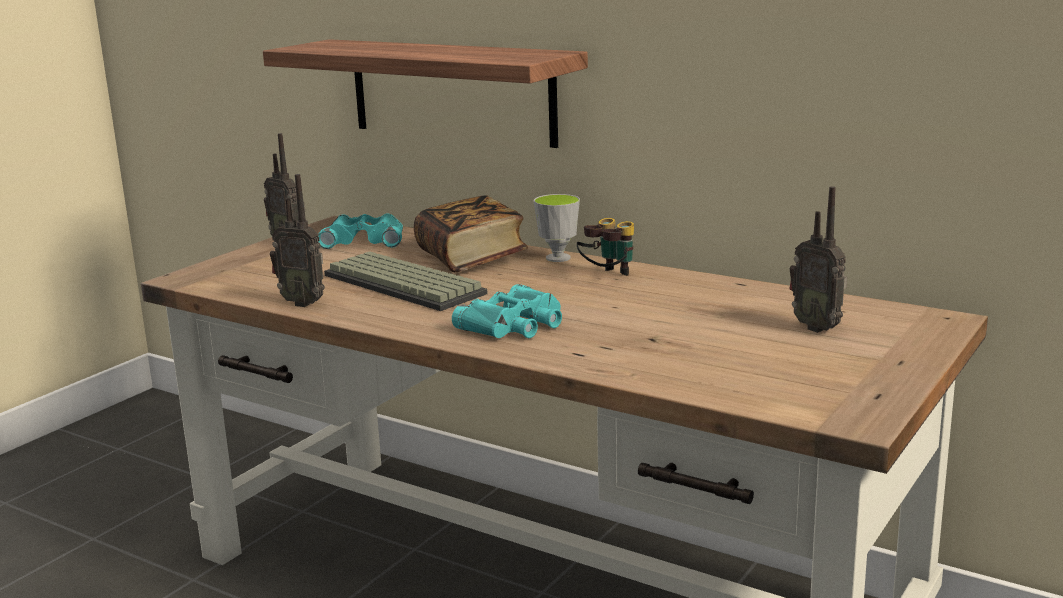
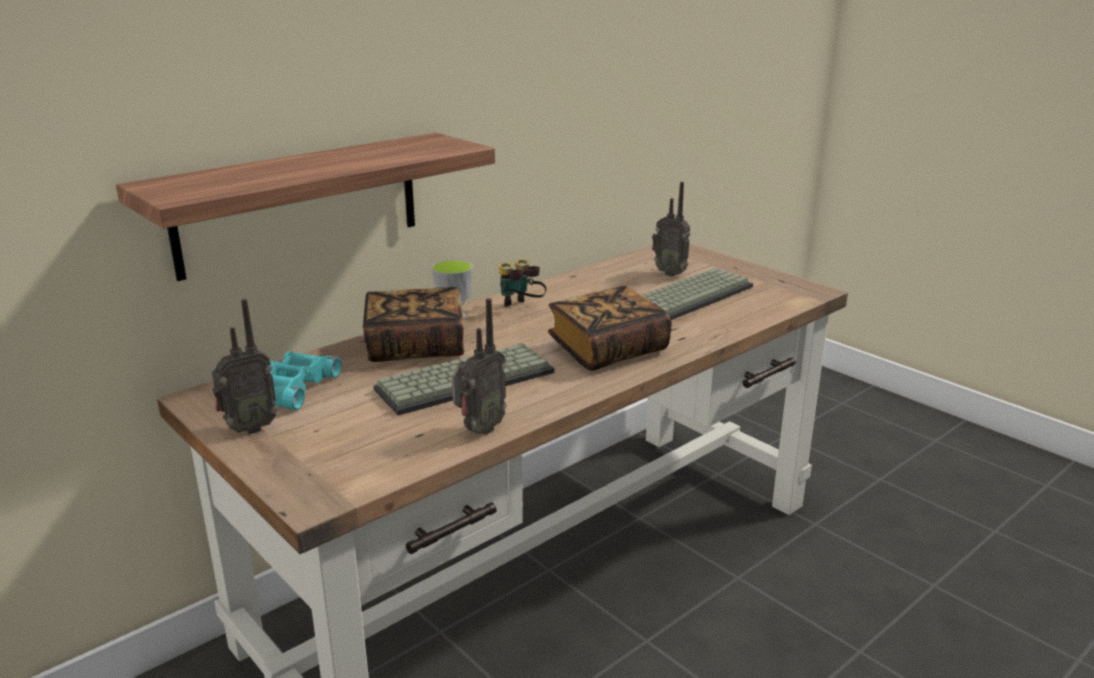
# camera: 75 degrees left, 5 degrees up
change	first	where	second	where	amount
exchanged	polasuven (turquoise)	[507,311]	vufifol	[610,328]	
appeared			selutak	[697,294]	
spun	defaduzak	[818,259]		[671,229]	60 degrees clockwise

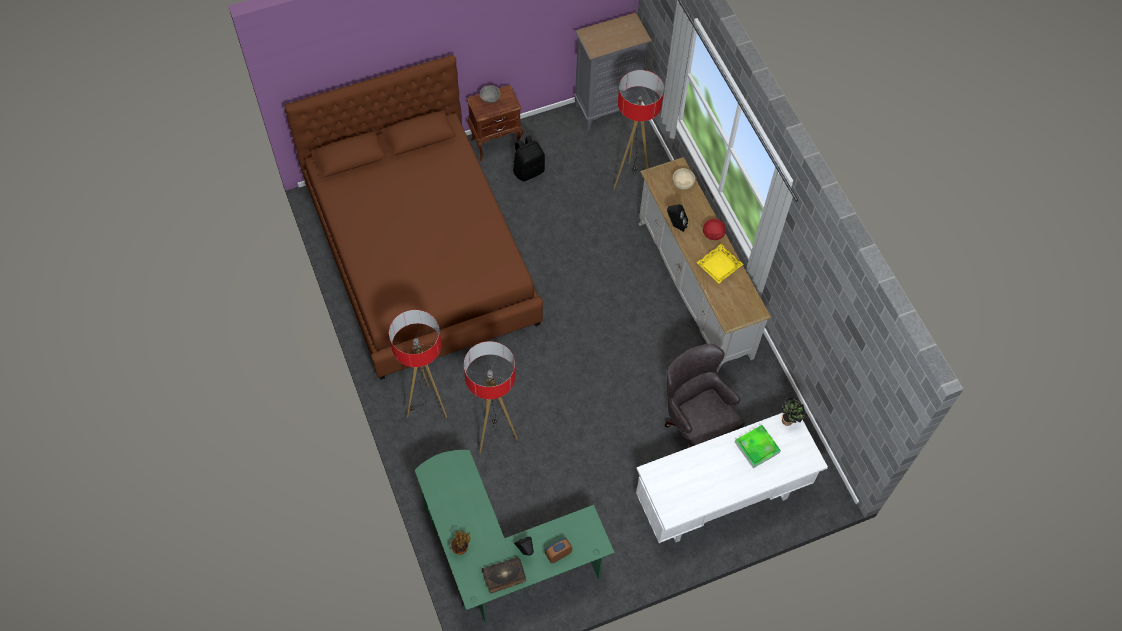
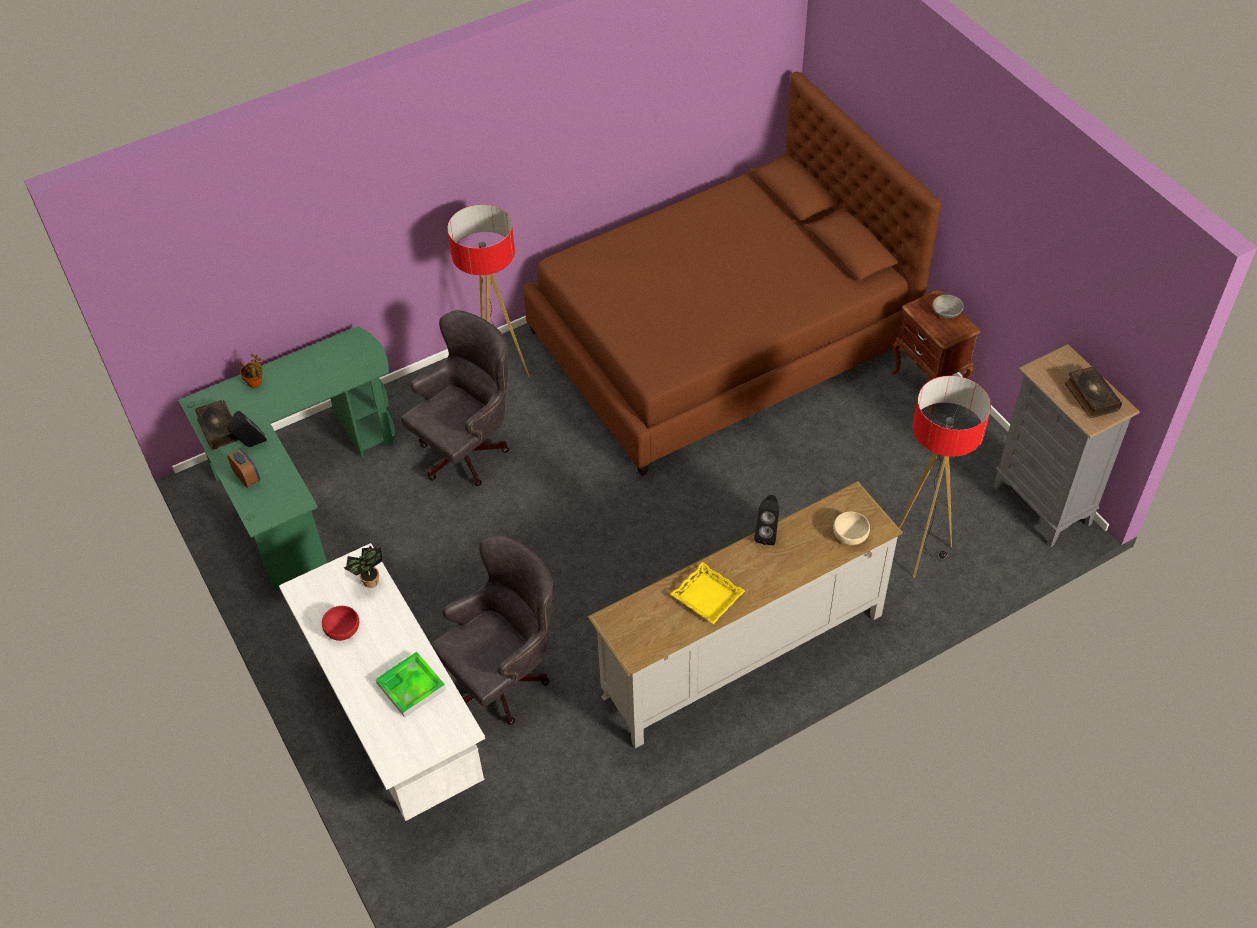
# camera: 85 degrees right, 10 degrees down
change	first	where	second	where	amount
relocated	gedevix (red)	[714,229]		[340,623]	
relocated	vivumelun	[794,412]		[363,567]	
exchanged	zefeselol	[491,397]	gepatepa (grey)	[455,398]	
appeared			vufifol	[1093,392]	
missing	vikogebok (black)	[529,158]			

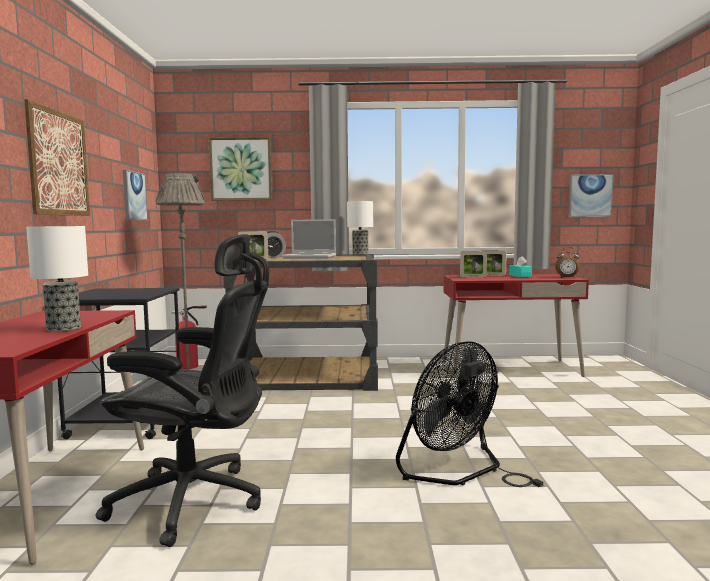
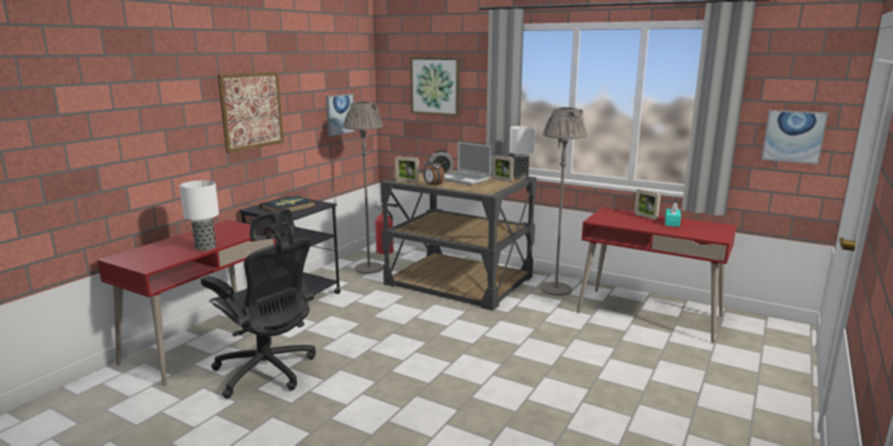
# camera: 30 degrees right, 10 degrees up
change	first	where	second	where	amount
appeared			vufifol	[288,204]	
relocated	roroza	[567,262]		[433,172]	
relocated	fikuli	[473,264]		[503,168]	
appeared			zefeselol (grey)	[563,201]	
missing	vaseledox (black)	[470,414]			

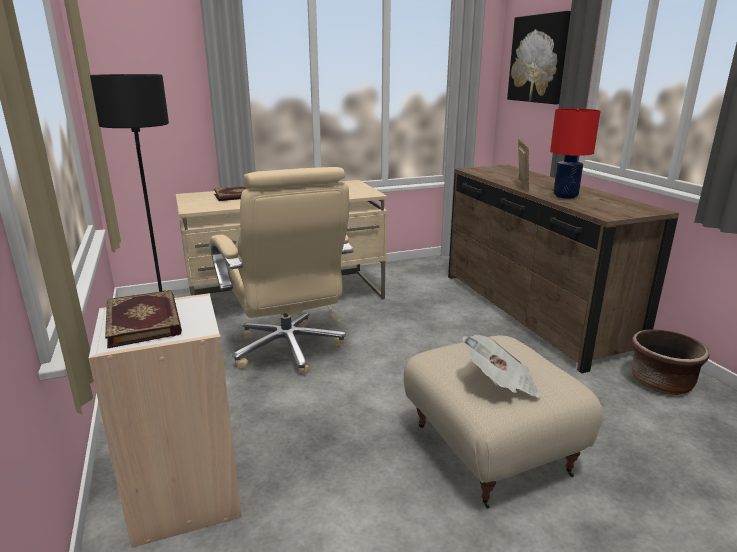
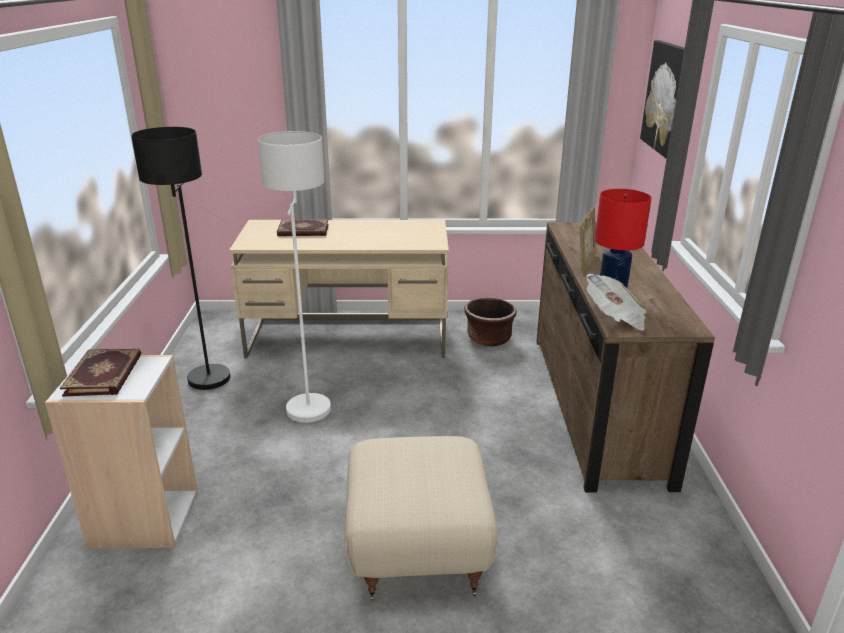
# camera: 20 degrees right, 5 degrees up
change	first	where	second	where	amount
exchanged	gepatepa (beige)	[281,270]	zefeselol (white)	[294,277]	
relocated	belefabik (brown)	[670,362]		[490,322]	
relocated	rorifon	[501,366]		[616,302]	

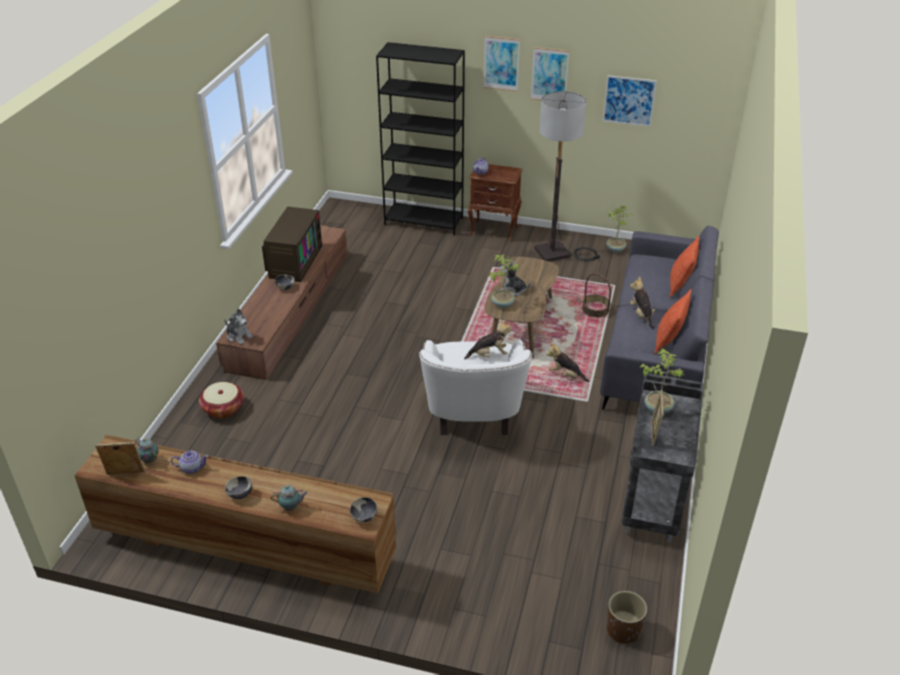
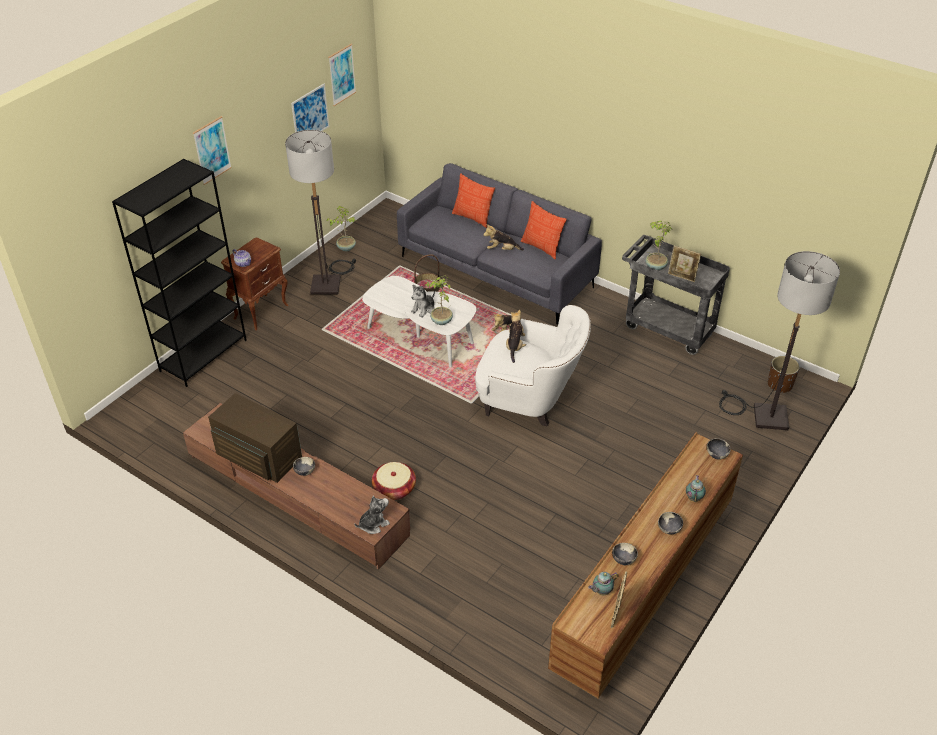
# camera: 70 degrees left, 5 degrees up
change	first	where	second	where	amount
relocated	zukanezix	[550,73]		[342,75]	
colour	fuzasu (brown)	[522,307]	fuzasu (white)	[419,322]	
relocated	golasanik	[221,400]		[394,481]	
exchanged	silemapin	[189,462]	gedevix	[625,554]	
appeared			zefeselol	[779,340]	

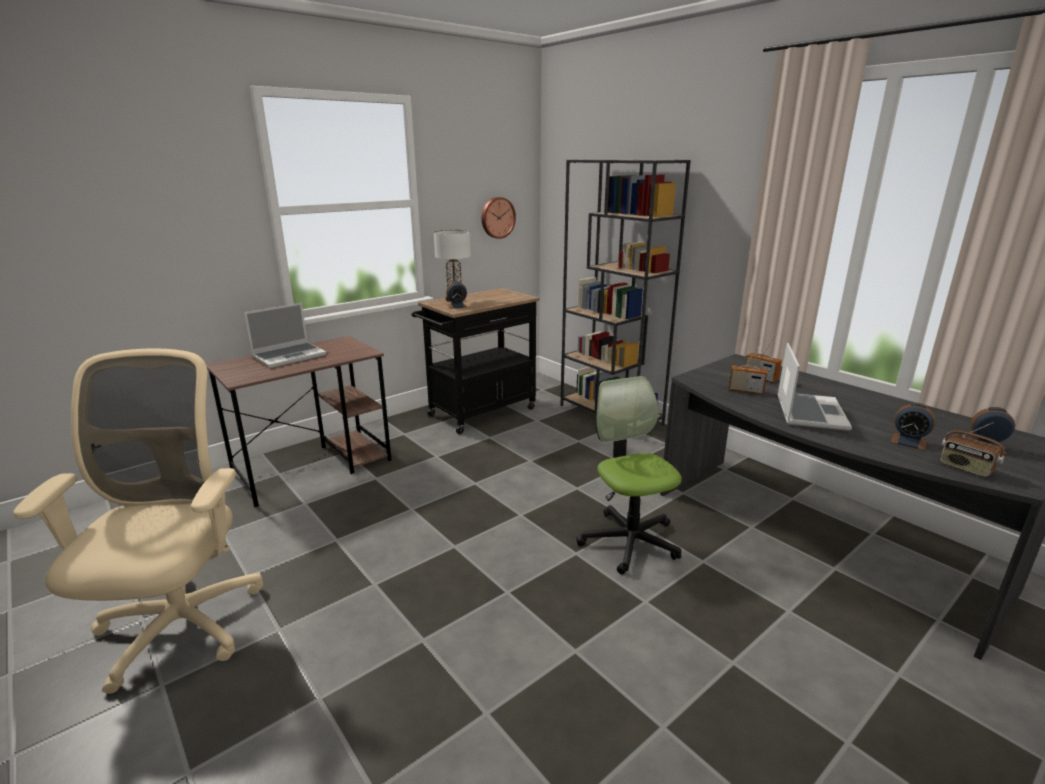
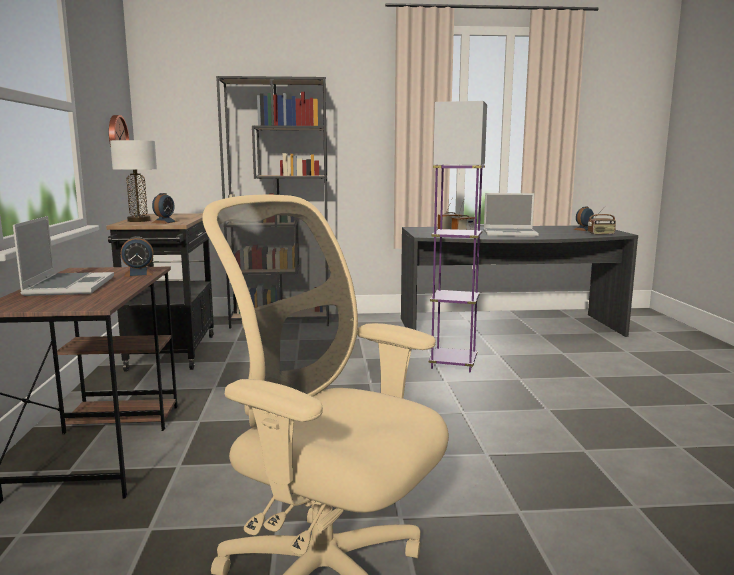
# camera: 55 degrees left, 10 degrees down
change	first	where	second	where	amount
relocated	roroza	[913,426]		[137,256]	
exchanged	gepatepa	[629,475]	zefeselol (purple)	[458,236]	
spun	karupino	[814,387]		[511,215]	135 degrees clockwise

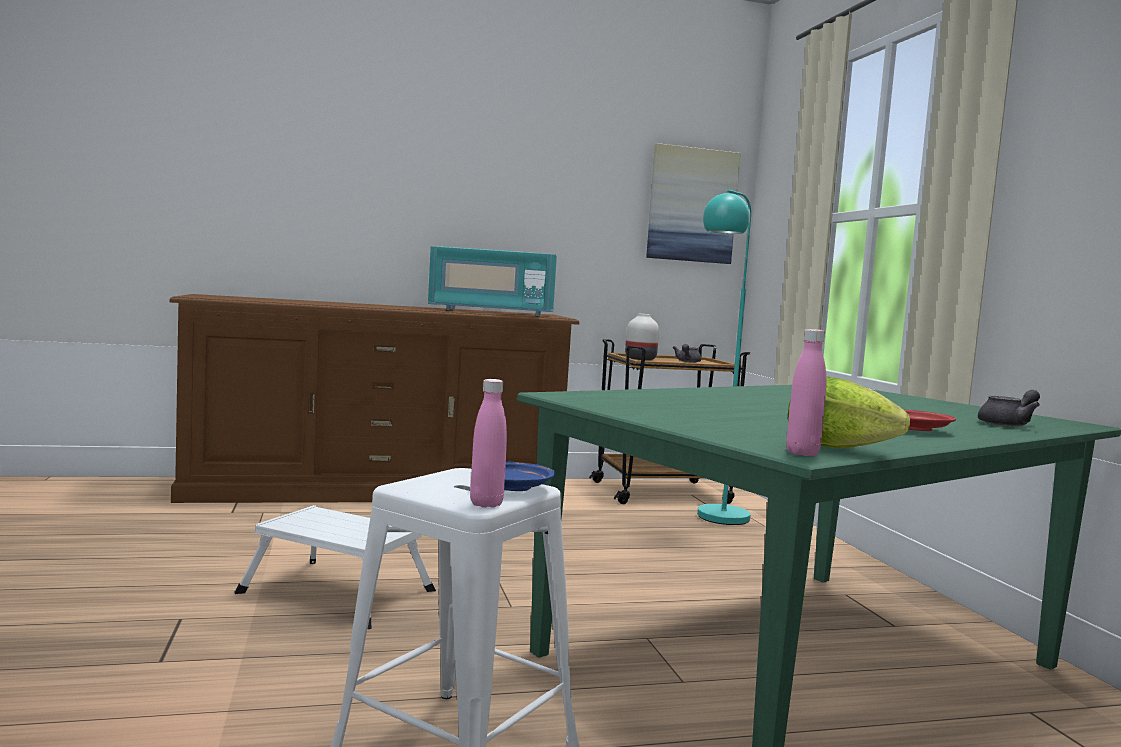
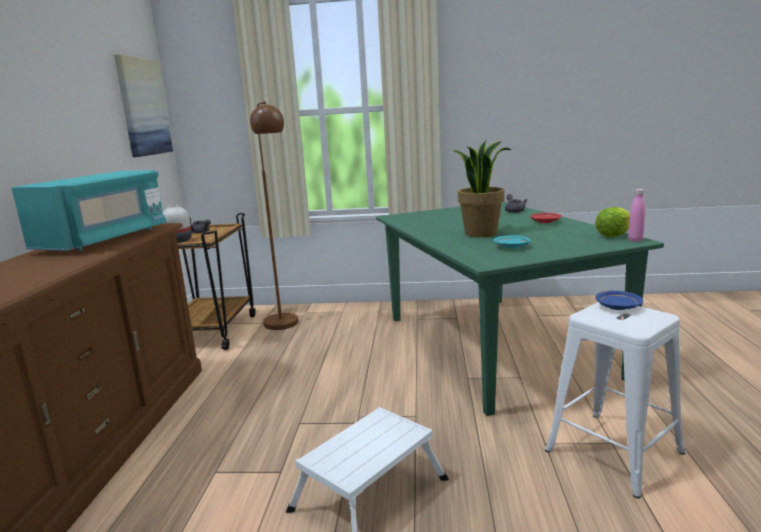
# camera: 70 degrees left, 10 degrees up
change	first	where	second	where	amount
colour	zefeselol (turquoise)	[724,357]	zefeselol (brown)	[274,216]	
appeared			vivumelun	[482,189]	
appeared			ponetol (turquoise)	[511,242]	
missing	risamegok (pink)	[488,443]			

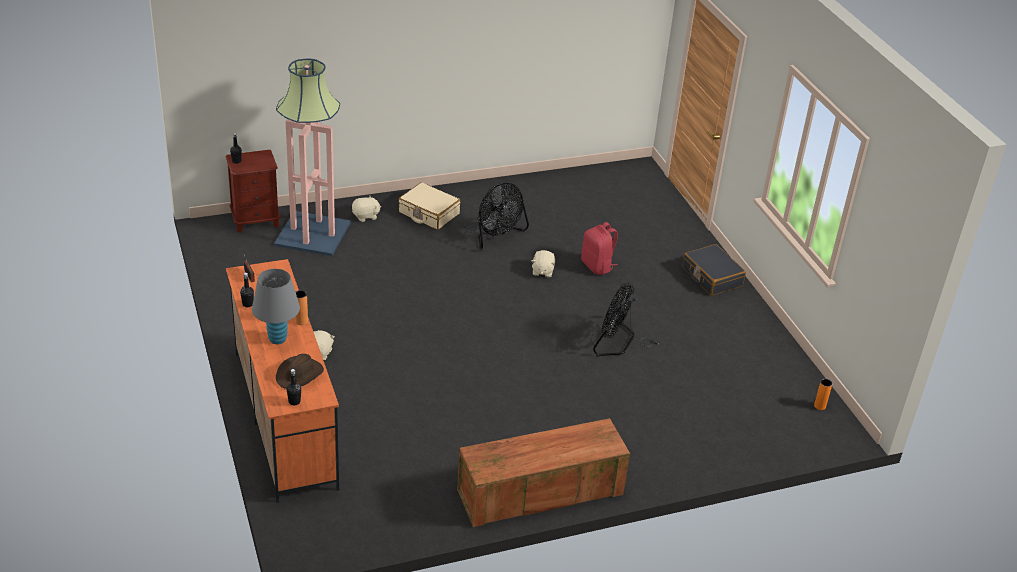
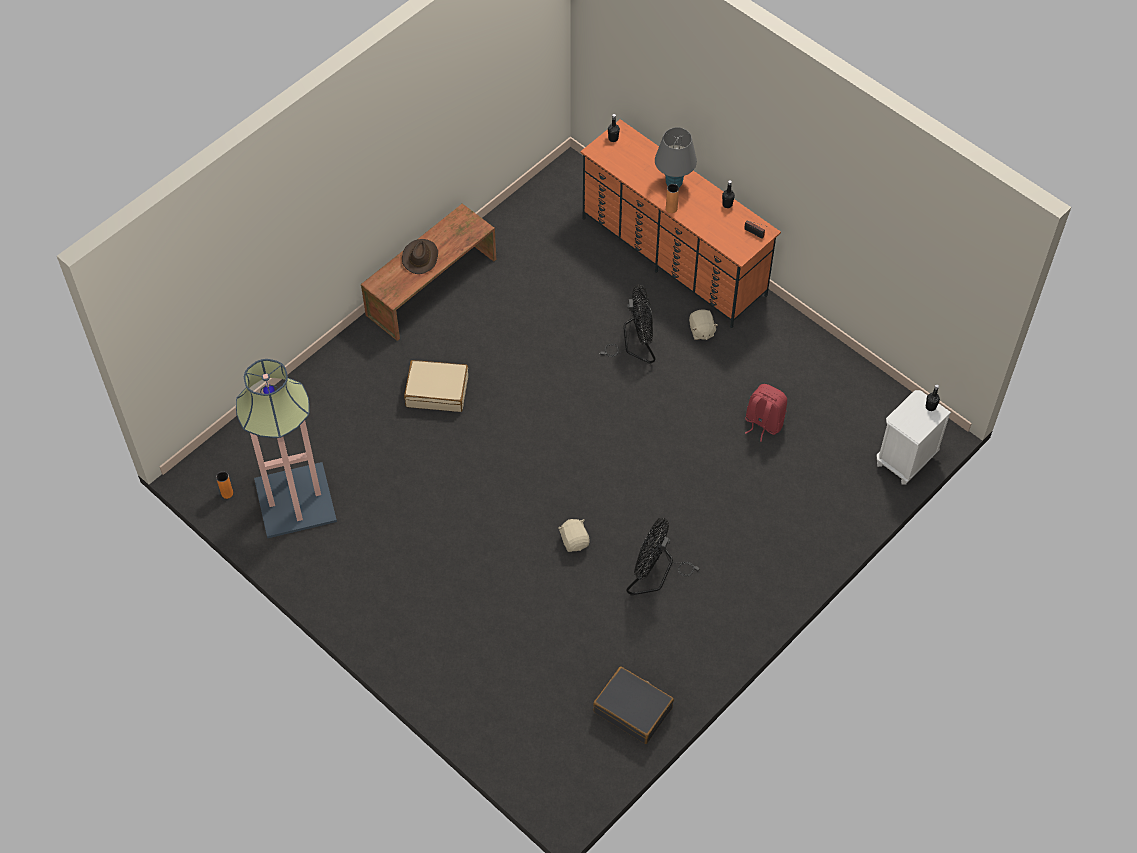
# camera: 155 degrees right, 20 degrees up
change	first	where	second	where	amount
relocated	zefeselol	[312,157]		[286,448]	
relocated	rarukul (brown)	[300,371]		[420,256]	
relocated	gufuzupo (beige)	[429,206]		[436,386]	
relocated	gufuzupo (black)	[714,270]		[633,705]	
relocated	vaseledox (black)	[626,319]		[627,324]	
relocated	vikogebok (red)	[599,248]		[766,413]	
colour	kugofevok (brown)	[253,191]	kugofevok (white)	[913,437]	
missing	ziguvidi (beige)	[366,209]			

